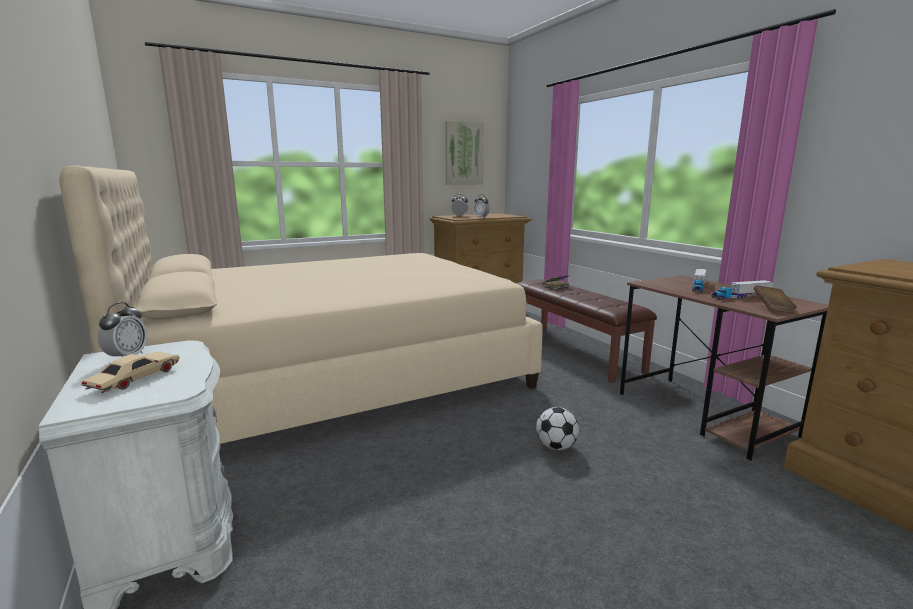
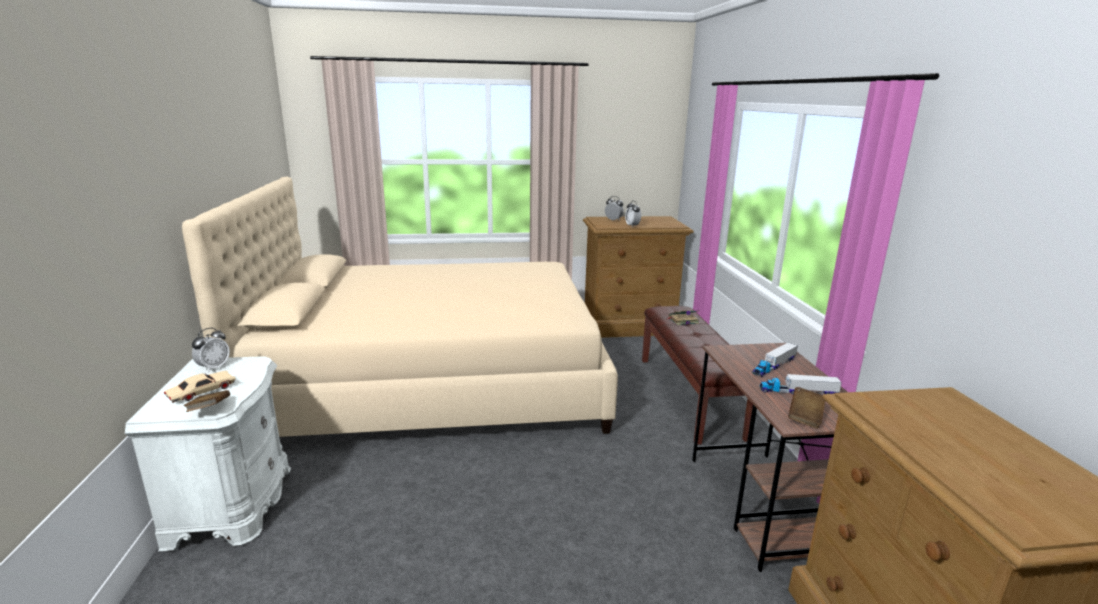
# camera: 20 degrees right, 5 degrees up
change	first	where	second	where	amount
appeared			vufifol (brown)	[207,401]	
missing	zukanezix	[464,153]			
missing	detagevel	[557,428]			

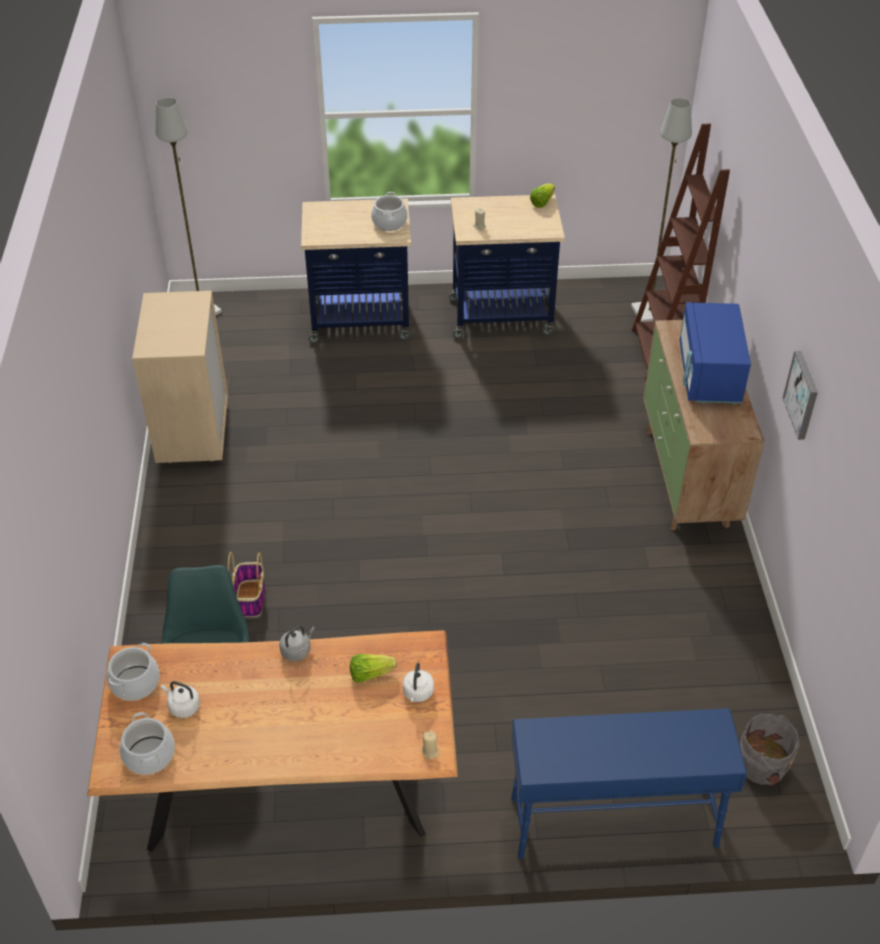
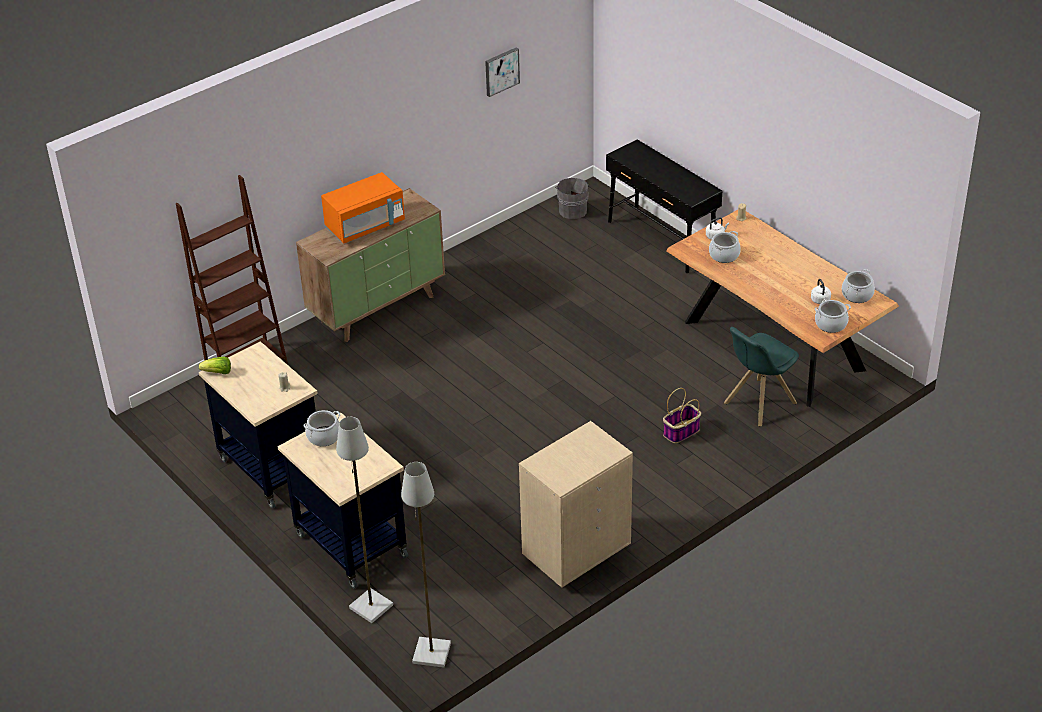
# camera: 125 degrees left, 5 degrees down
change	first	where	second	where	amount
colour	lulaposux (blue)	[715,353]	lulaposux (orange)	[363,208]	
relocated	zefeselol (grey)	[661,210]		[364,520]	
relocated	zukanezix	[800,395]		[502,72]	
colour	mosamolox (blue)	[629,783]	mosamolox (black)	[664,206]	
exchanged	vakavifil	[373,668]	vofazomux	[725,247]	
missing	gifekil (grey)	[297,643]			

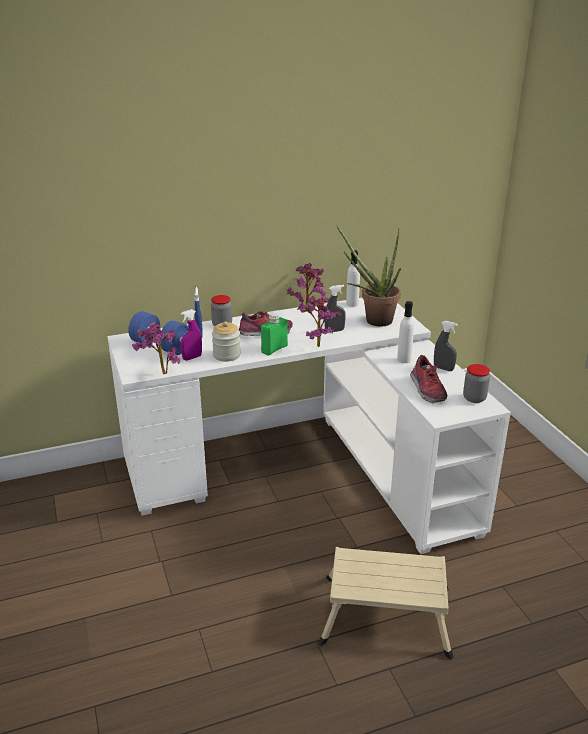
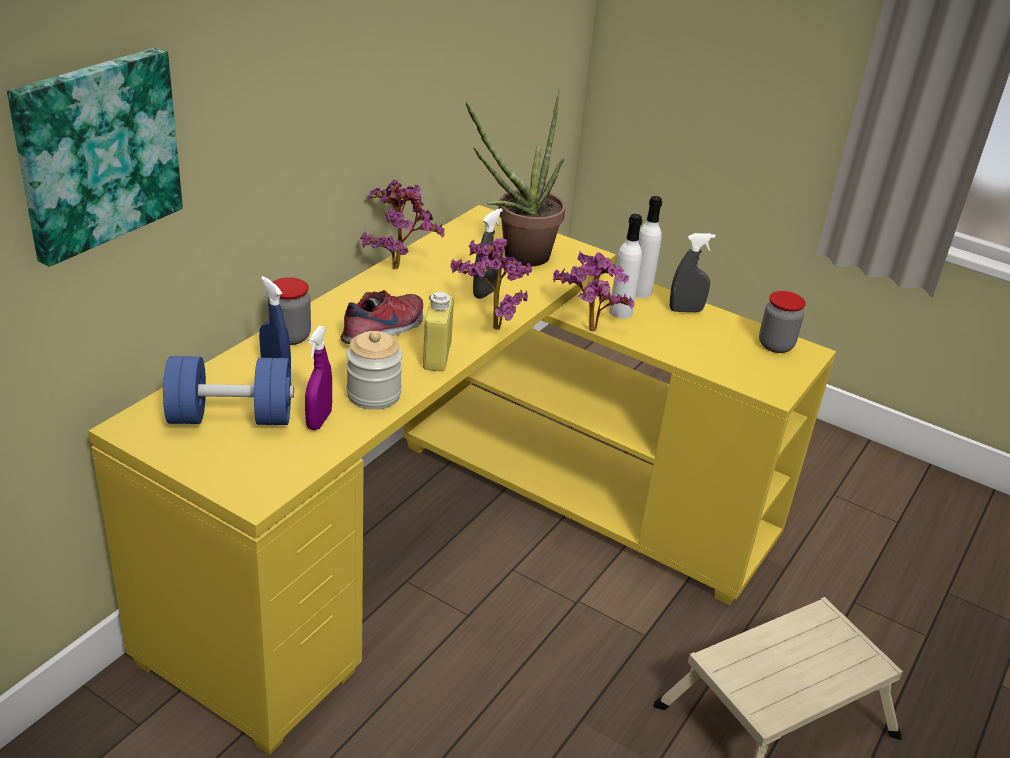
# camera: 40 degrees left, 5 degrees up
change	first	where	second	where	amount
appeared			zukanezix	[95,157]	
colour	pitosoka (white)	[309,426]	pitosoka (yellow)	[462,480]	
colour	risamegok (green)	[274,335]	risamegok (yellow)	[438,332]	
relocated	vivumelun	[156,348]		[594,291]	
relocated	risamegok (white)	[353,278]		[649,247]	
missing	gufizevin	[428,379]			

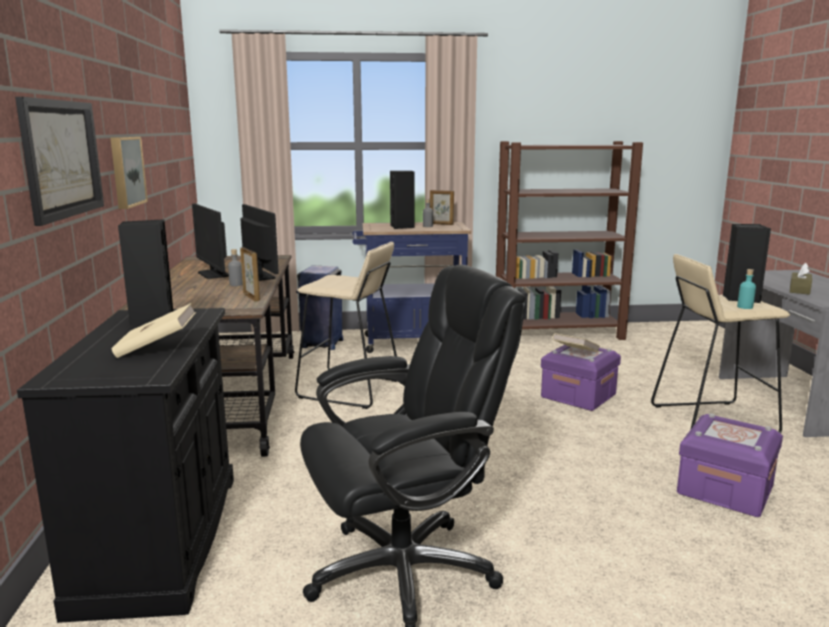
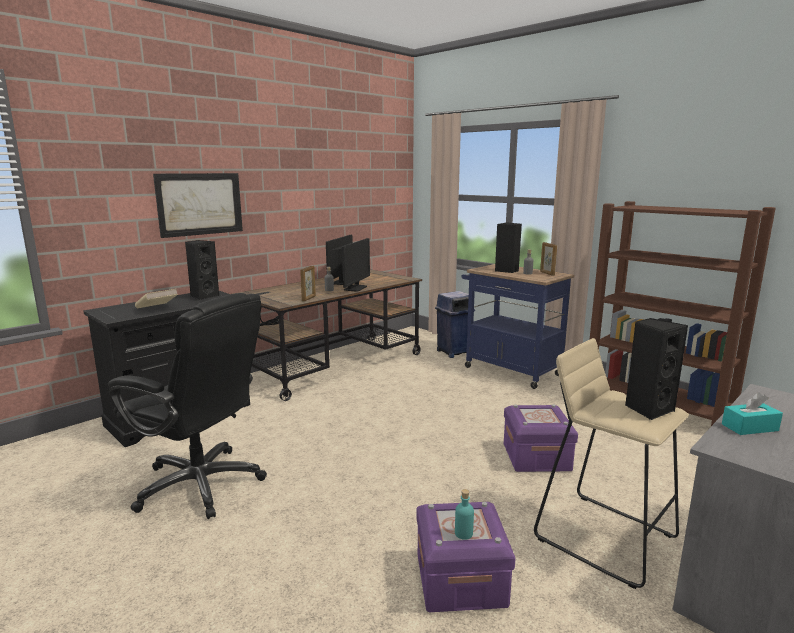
# camera: 50 degrees right, 0 degrees up
change	first	where	second	where	amount
relocated	risamegok (turquoise)	[746,289]		[464,514]	
colour	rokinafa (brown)	[801,279]	rokinafa (turquoise)	[752,413]	
missing	zukanezix	[129,173]			
missing	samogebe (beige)	[346,325]			
missing	vufifol (beige)	[576,342]			

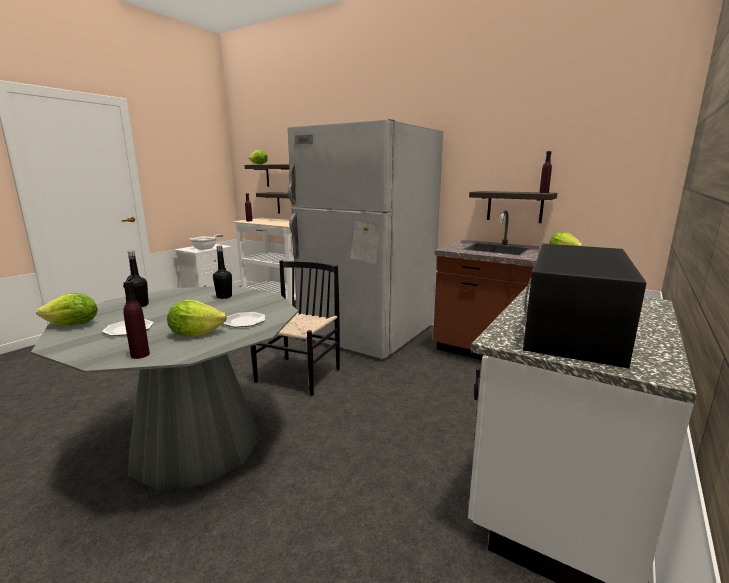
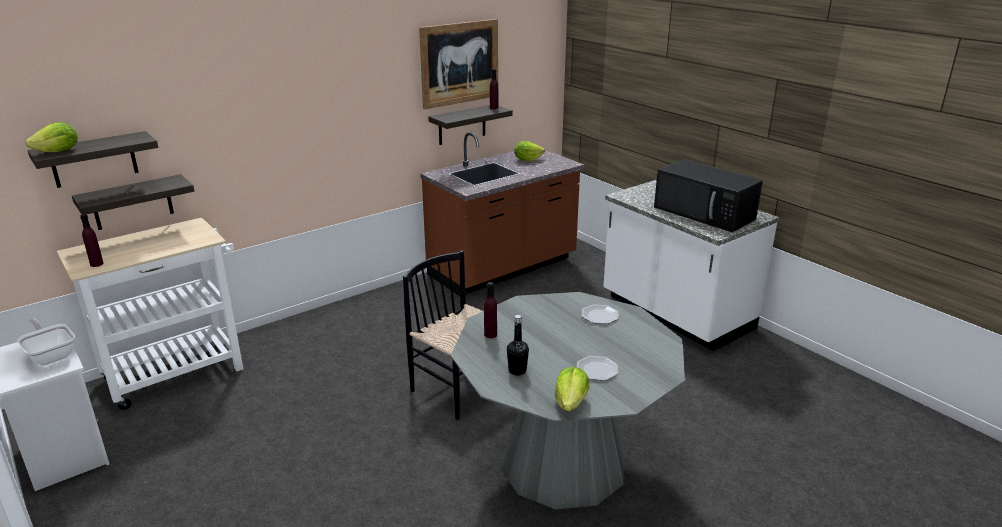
# camera: 70 degrees left, 10 degrees up
change	first	where	second	where	amount
appeared			zukanezix	[458,64]	
relocated	risamegok (purple)	[136,320]		[490,310]	
missing	vakavifil	[197,318]			
missing	risamegok (black)	[222,272]			
missing	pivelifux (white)	[365,239]			

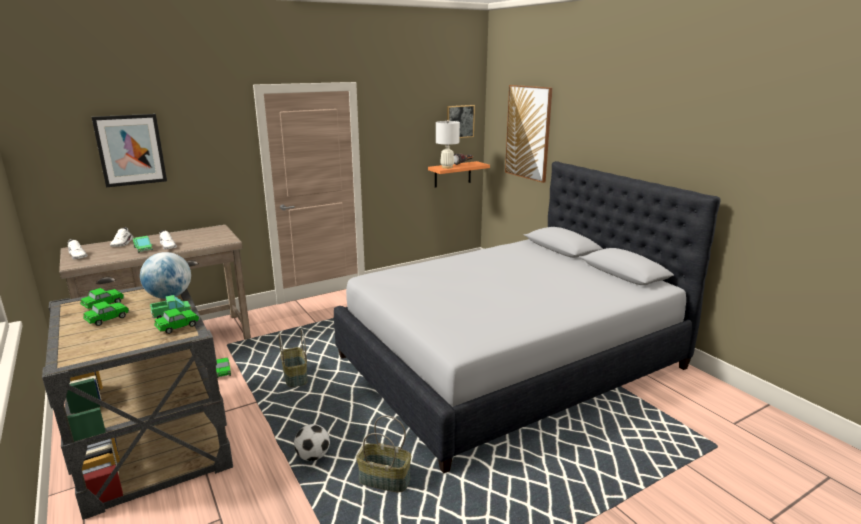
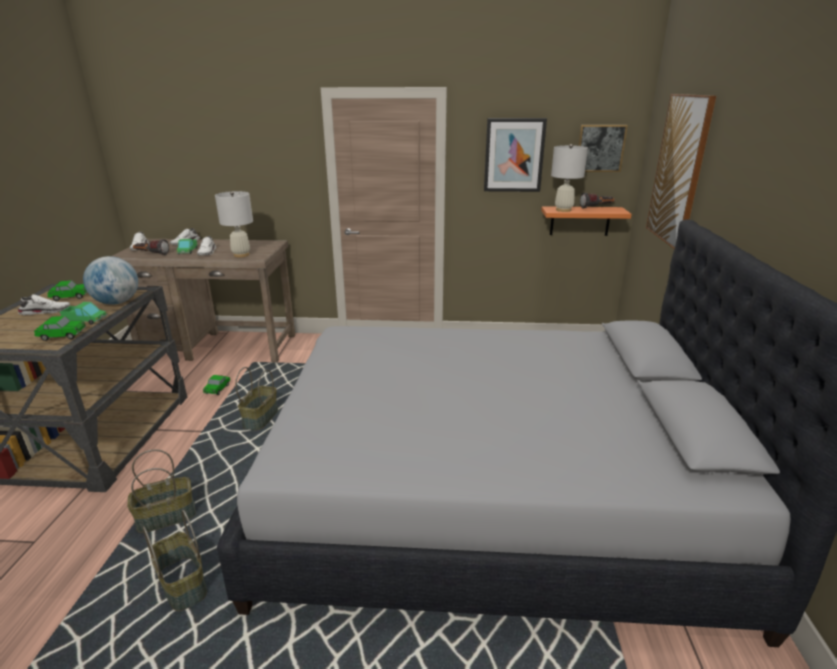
# camera: 35 degrees right, 5 degrees up
change	first	where	second	where	amount
exchanged	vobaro	[106,313]	gufizevin (white)	[44,304]	
exchanged	detagevel	[312,442]	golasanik	[161,491]	
appeared			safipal	[151,247]	
appeared			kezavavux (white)	[234,224]	
relocated	zukanezix	[129,150]		[515,155]	

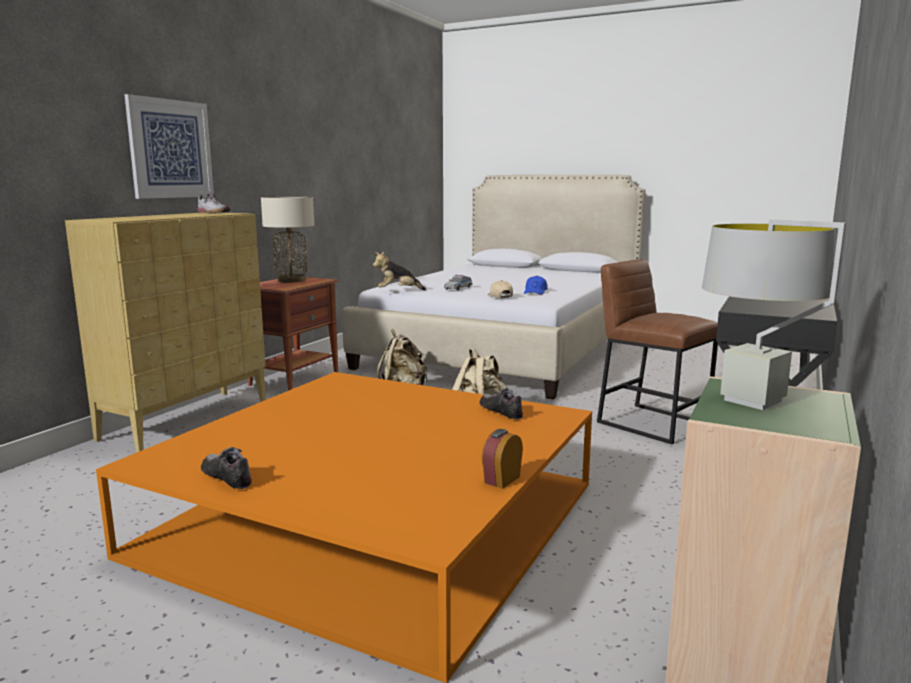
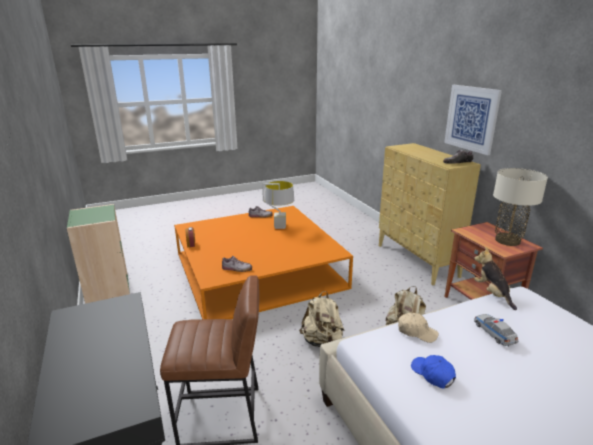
# camera: 130 degrees right, 10 degrees up
change	first	where	second	where	amount
relocated	kezavavux (grey)	[774,314]		[278,205]	
spun	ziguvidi	[399,271]		[495,278]	45 degrees counterclockwise

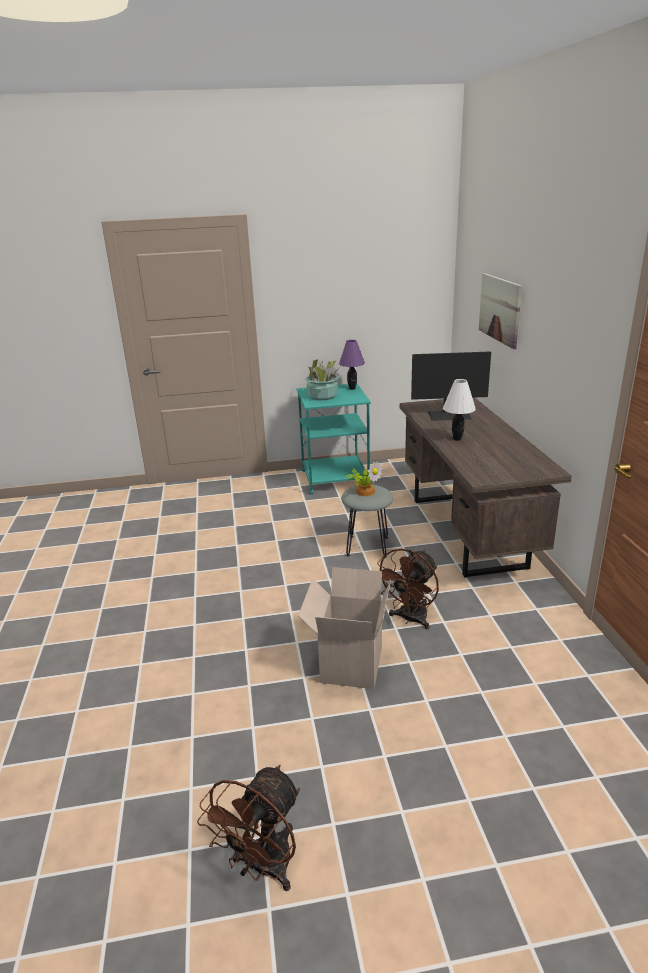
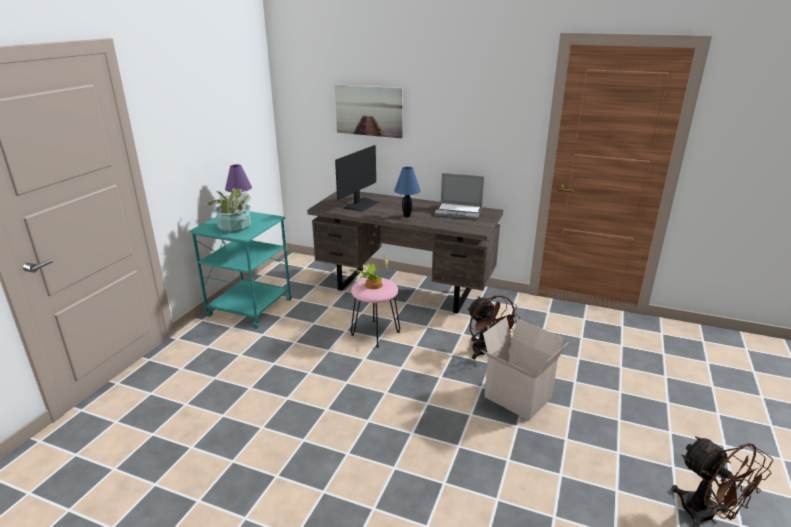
# camera: 60 degrees left, 0 degrees up
change	first	where	second	where	amount
colour	samogebe (grey)	[367,521]	samogebe (pink)	[375,313]	
colour	kezavavux (white)	[459,410]	kezavavux (blue)	[407,191]	
appeared			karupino	[459,196]	

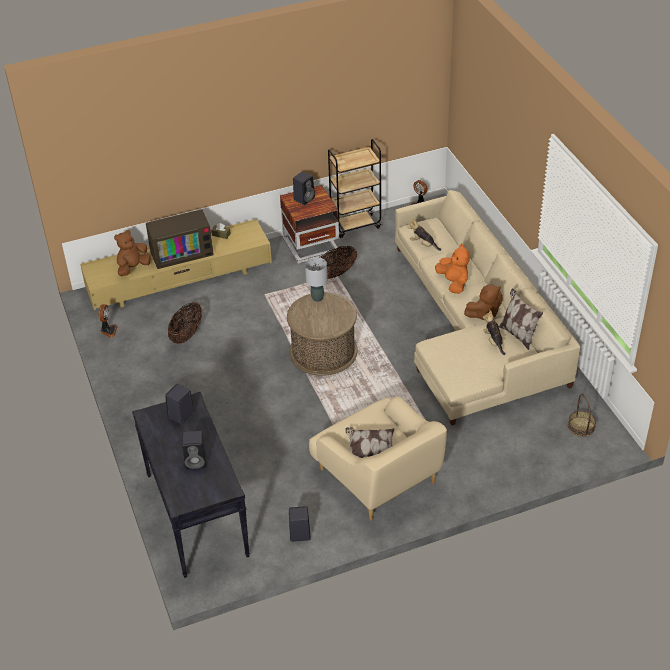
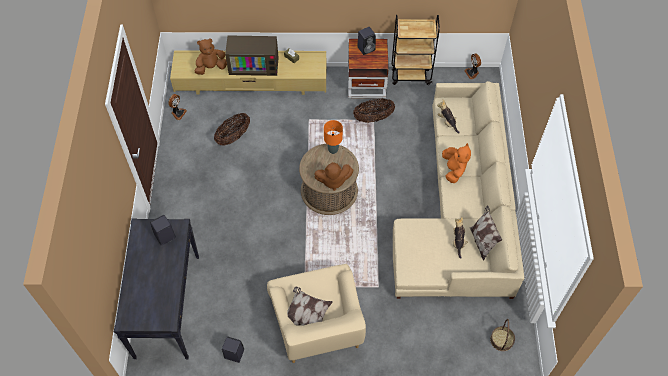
# camera: 20 degrees right, 15 degrees up
change	first	where	second	where	amount
relocated	ziguvidi (brown)	[483,302]		[333,176]	
colour	kezavavux (grey)	[316,279]	kezavavux (orange)	[333,137]	
missing	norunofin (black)	[194,450]			

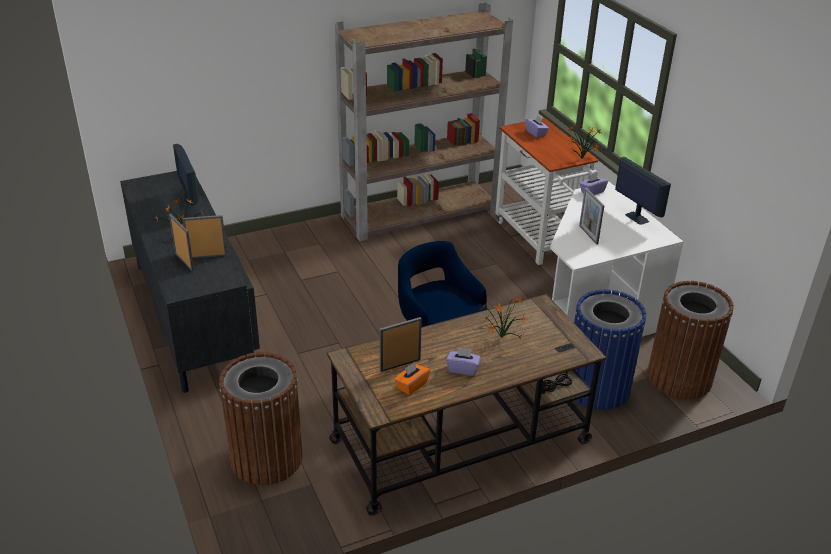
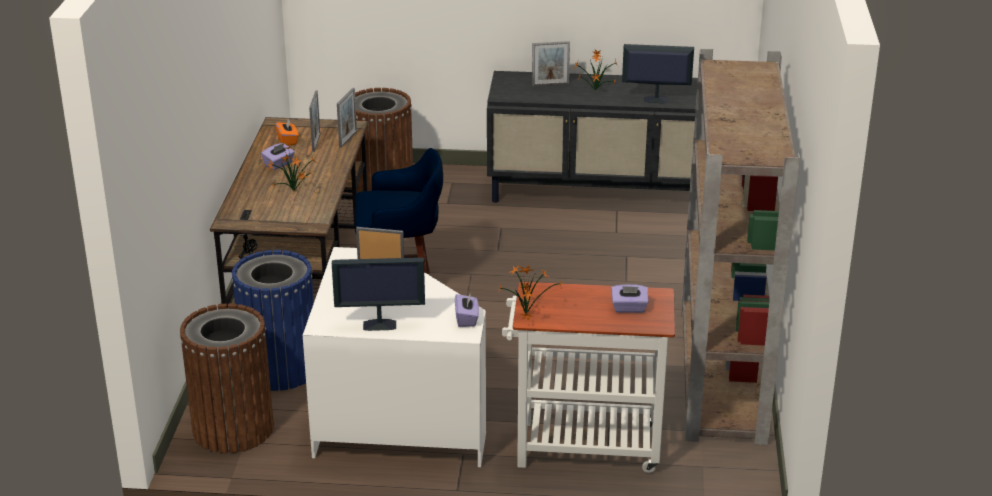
# camera: 120 degrees right, 5 degrees down
change	first	where	second	where	amount
relocated	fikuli	[204,236]		[347,118]	

